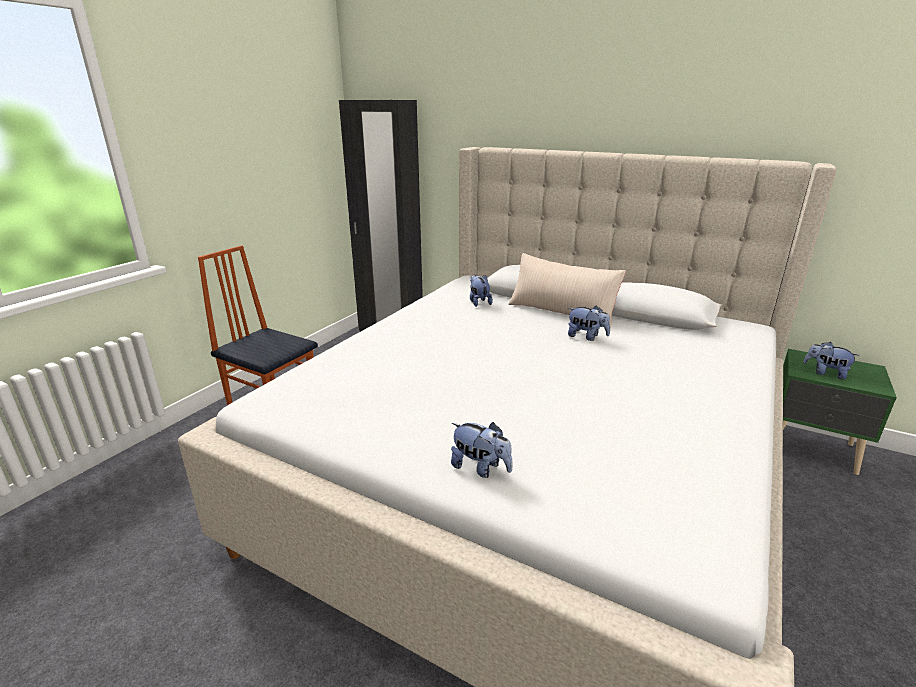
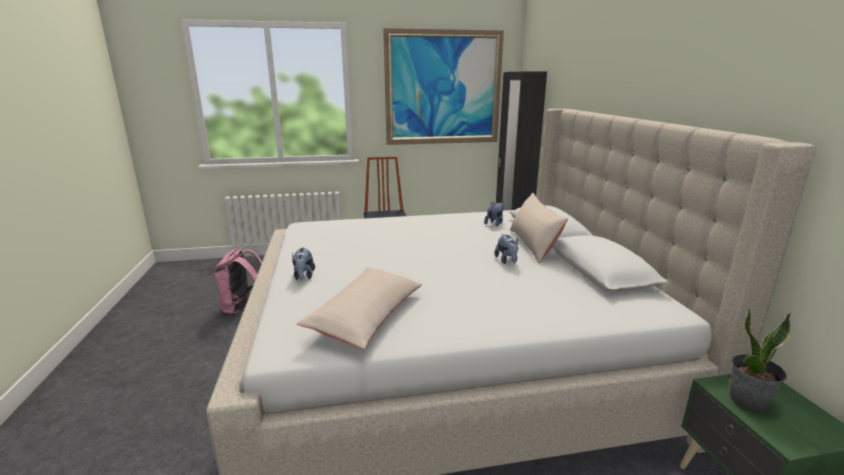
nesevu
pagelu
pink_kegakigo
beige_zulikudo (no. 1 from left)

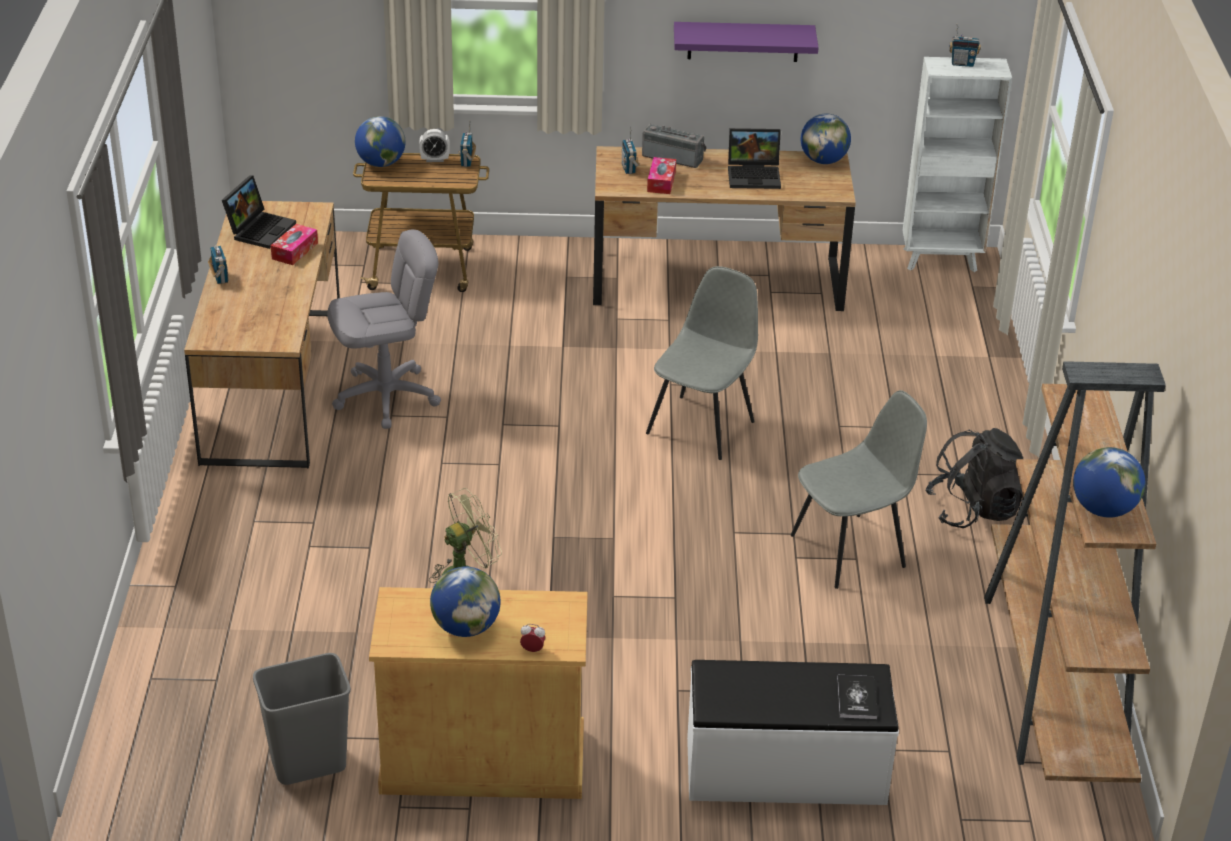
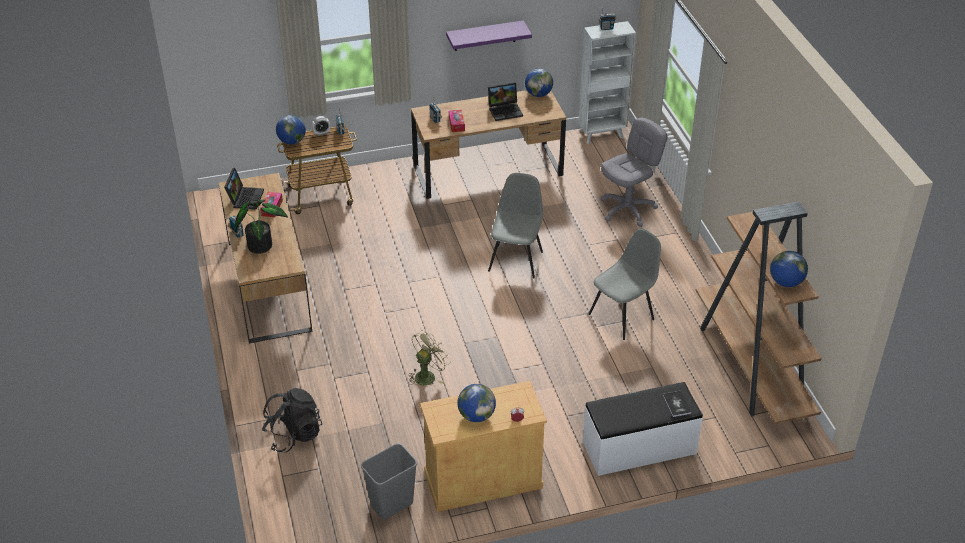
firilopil (no. 4 from left in the first image)
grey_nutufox
black_kegakigo
nesevu

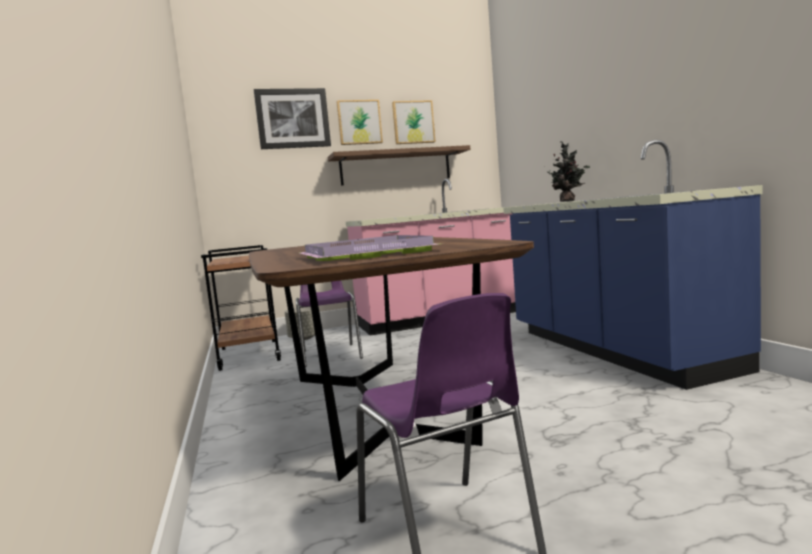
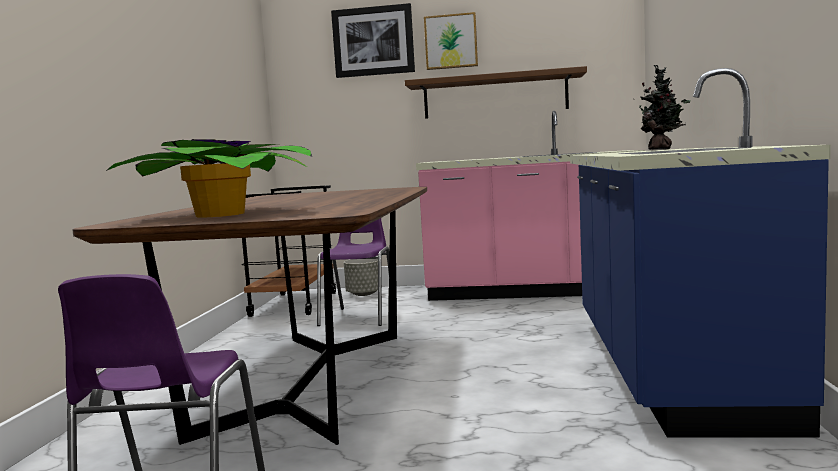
pagelu (no. 3 from left in the first image)
nesevu (no. 1 from left)

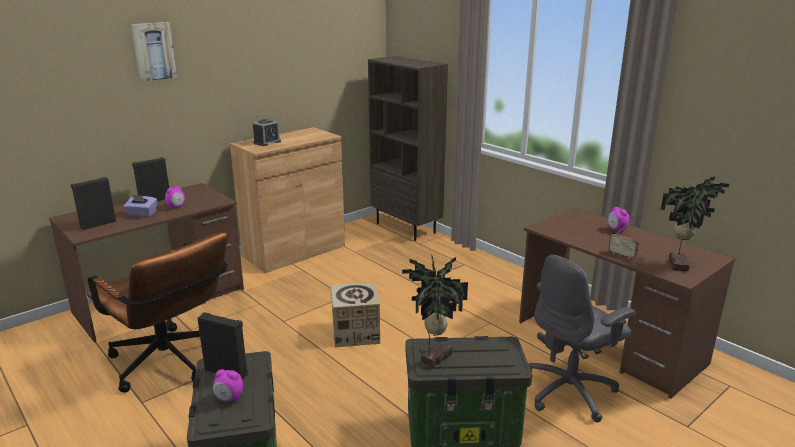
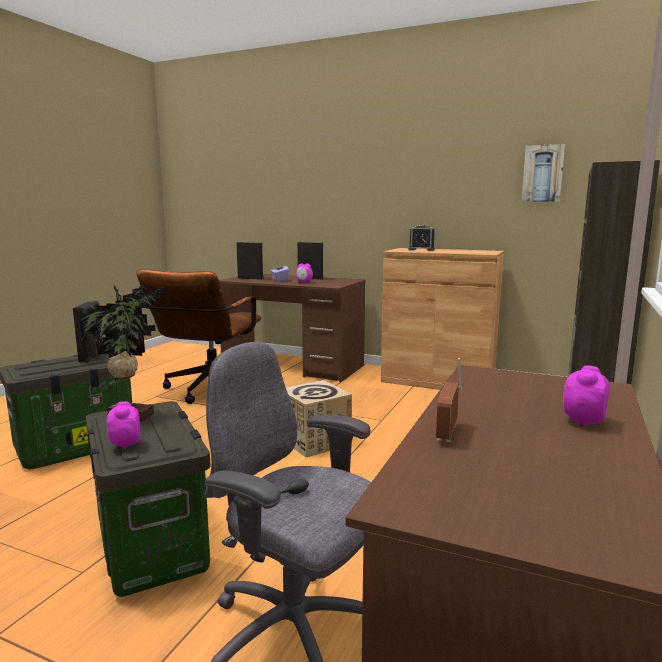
pagelu
nesevu (no. 2 from left in the first image)
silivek (no. 1 from left)

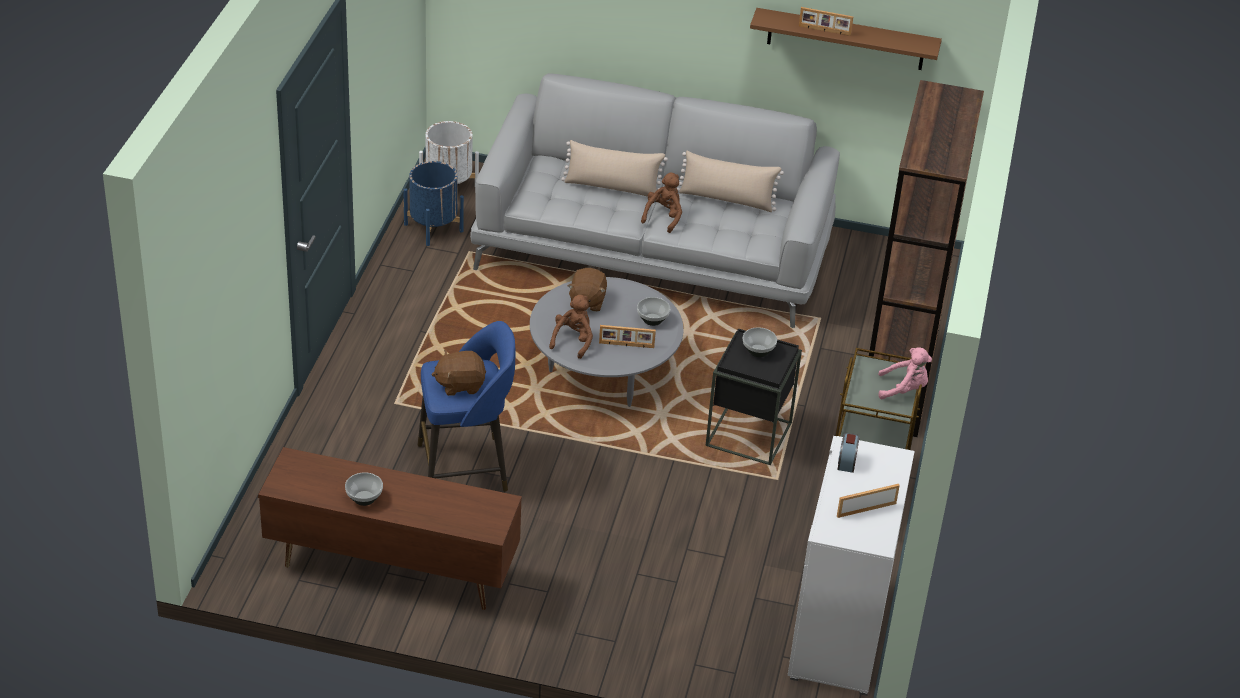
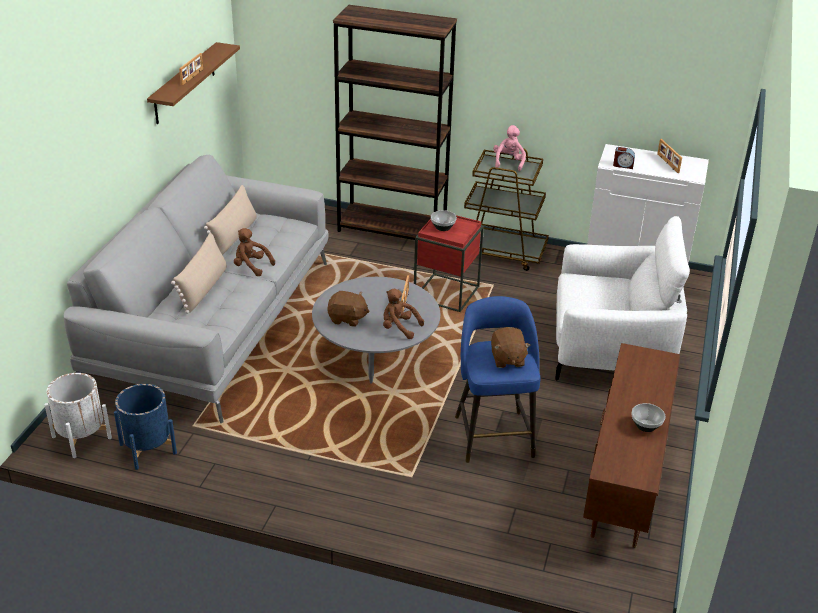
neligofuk (no. 2 from left in the first image)
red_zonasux
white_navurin

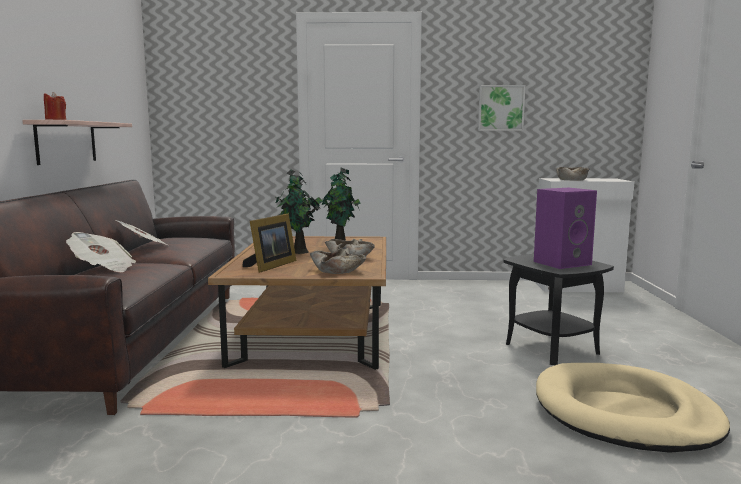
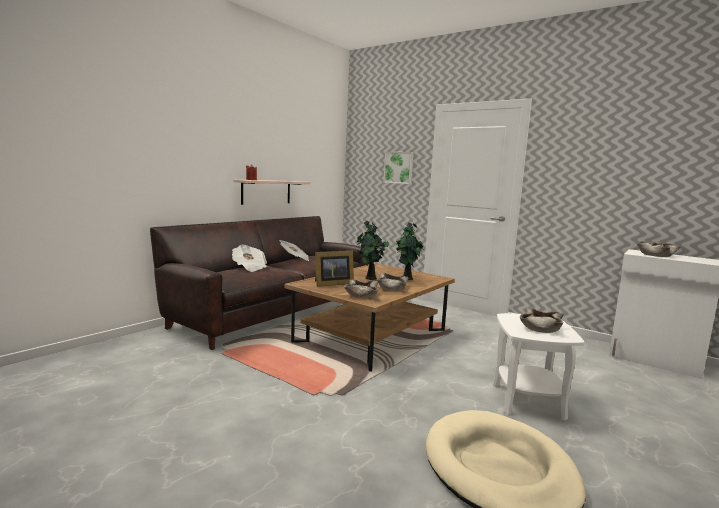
pagelu
beige_neligofuk (no. 3 from left)
white_zonasux

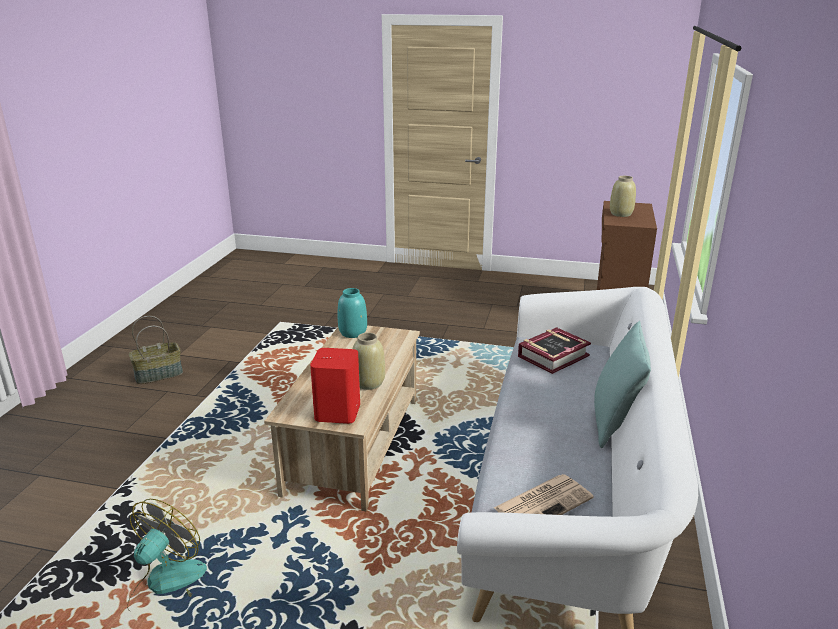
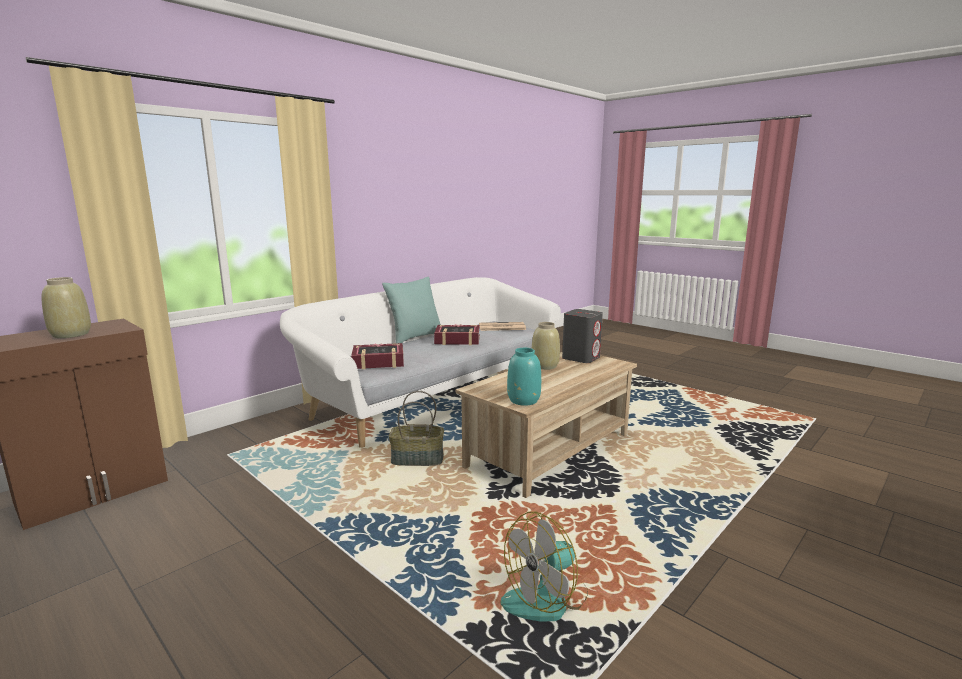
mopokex
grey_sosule
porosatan
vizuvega (no. 2 from left)

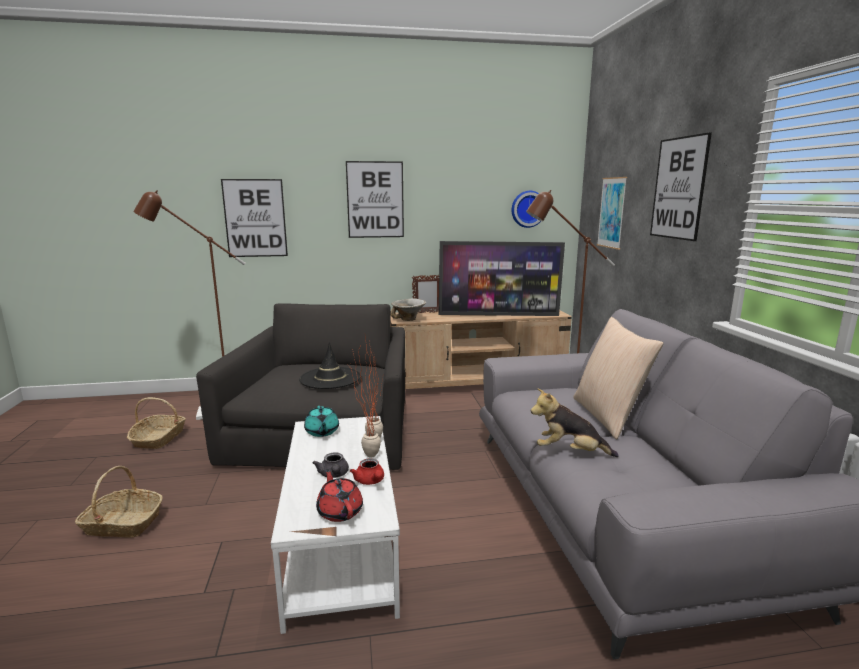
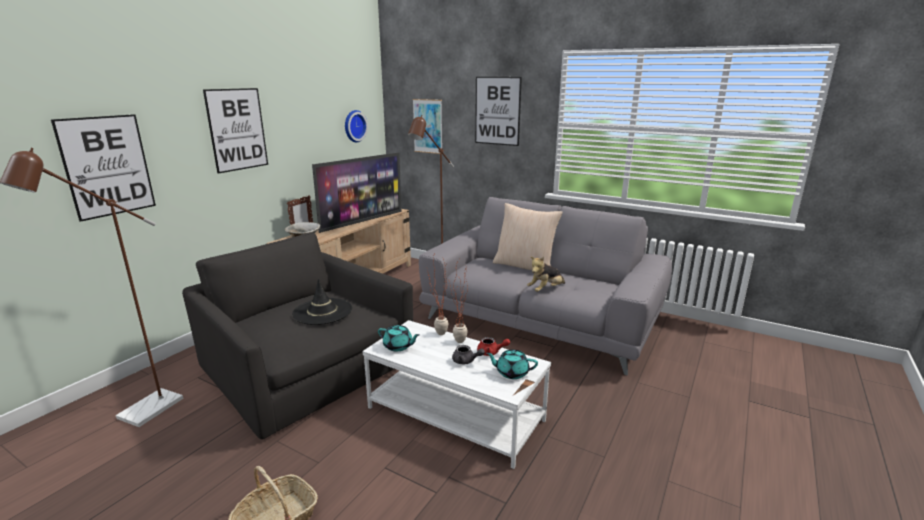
mopokex (no. 2 from left in the first image)
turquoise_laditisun (no. 2 from left)

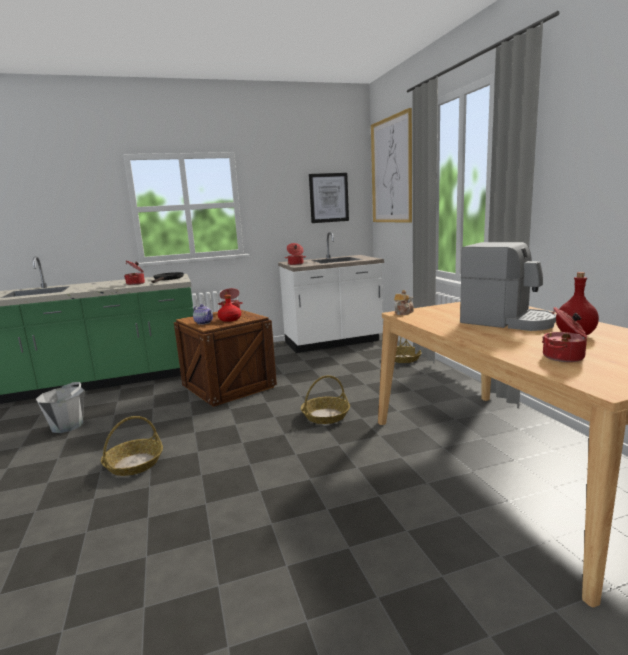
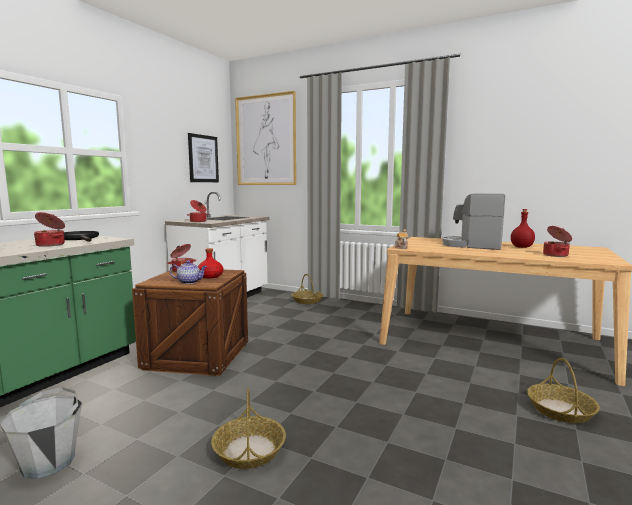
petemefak
mopokex (no. 3 from left)

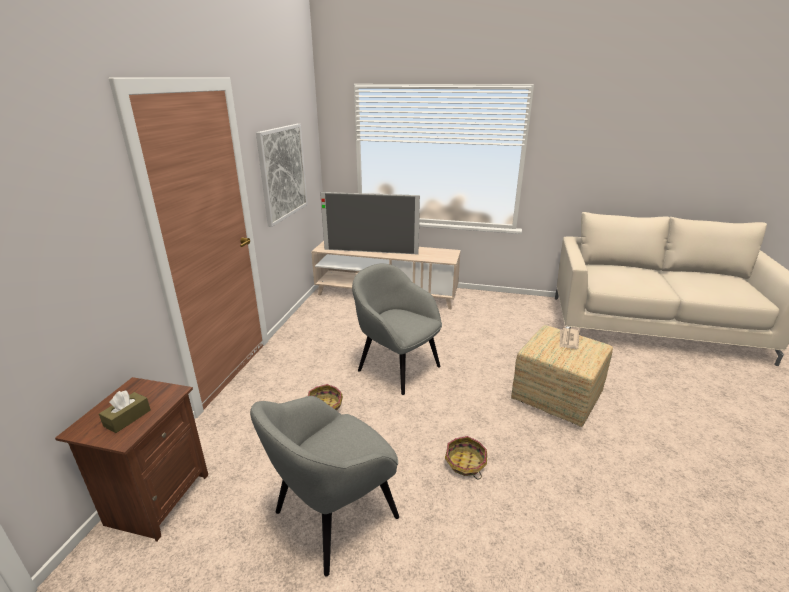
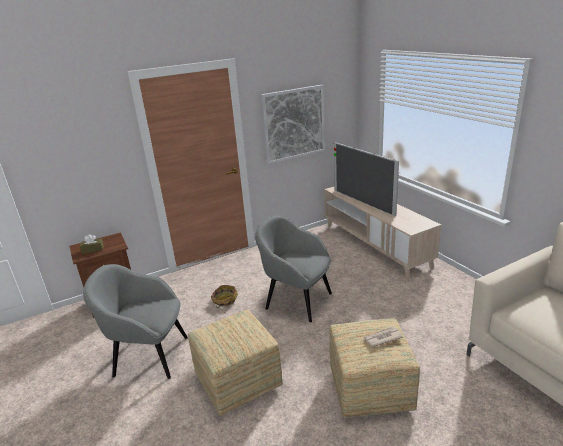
grey_navurin (no. 2 from left)
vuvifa (no. 1 from left)

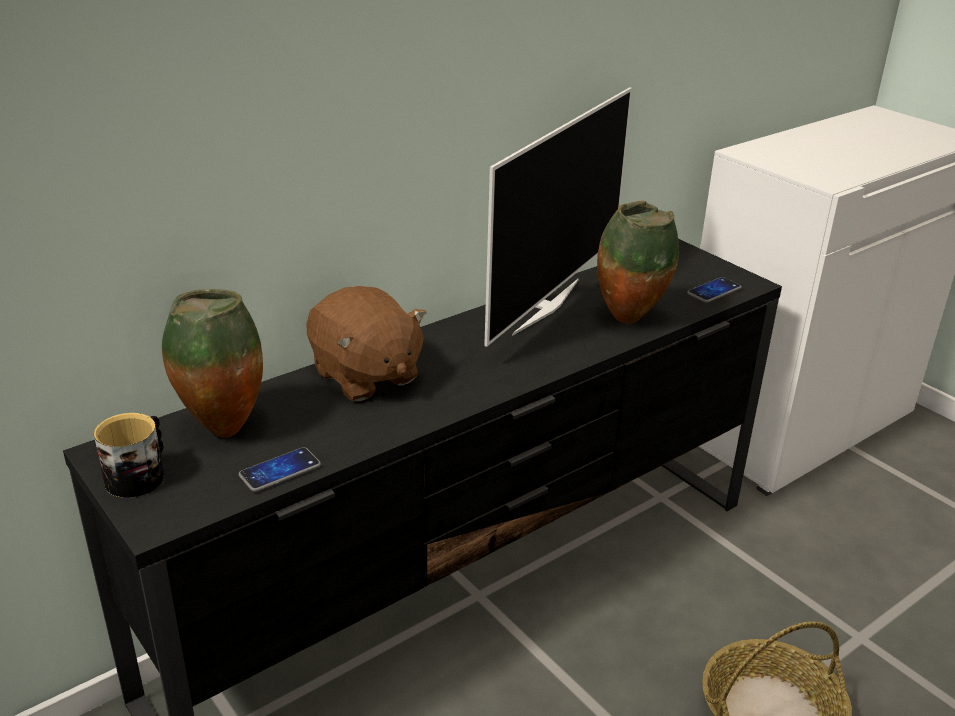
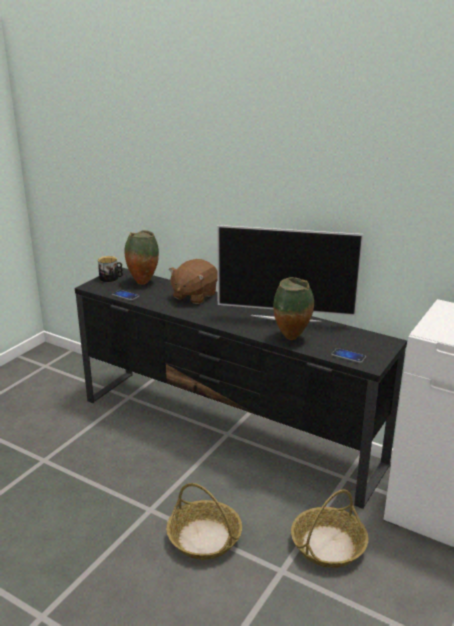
mopokex (no. 2 from left)

